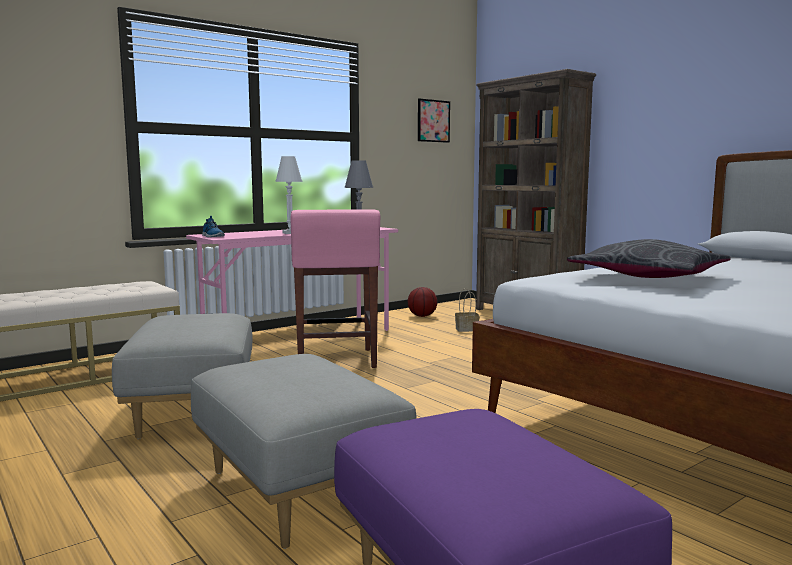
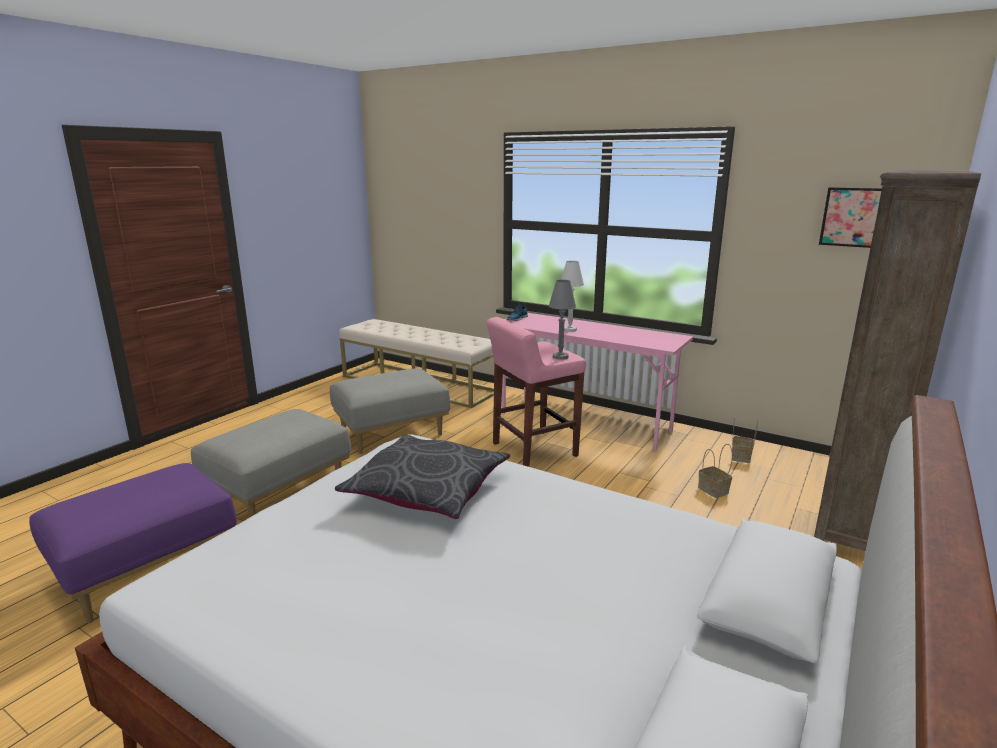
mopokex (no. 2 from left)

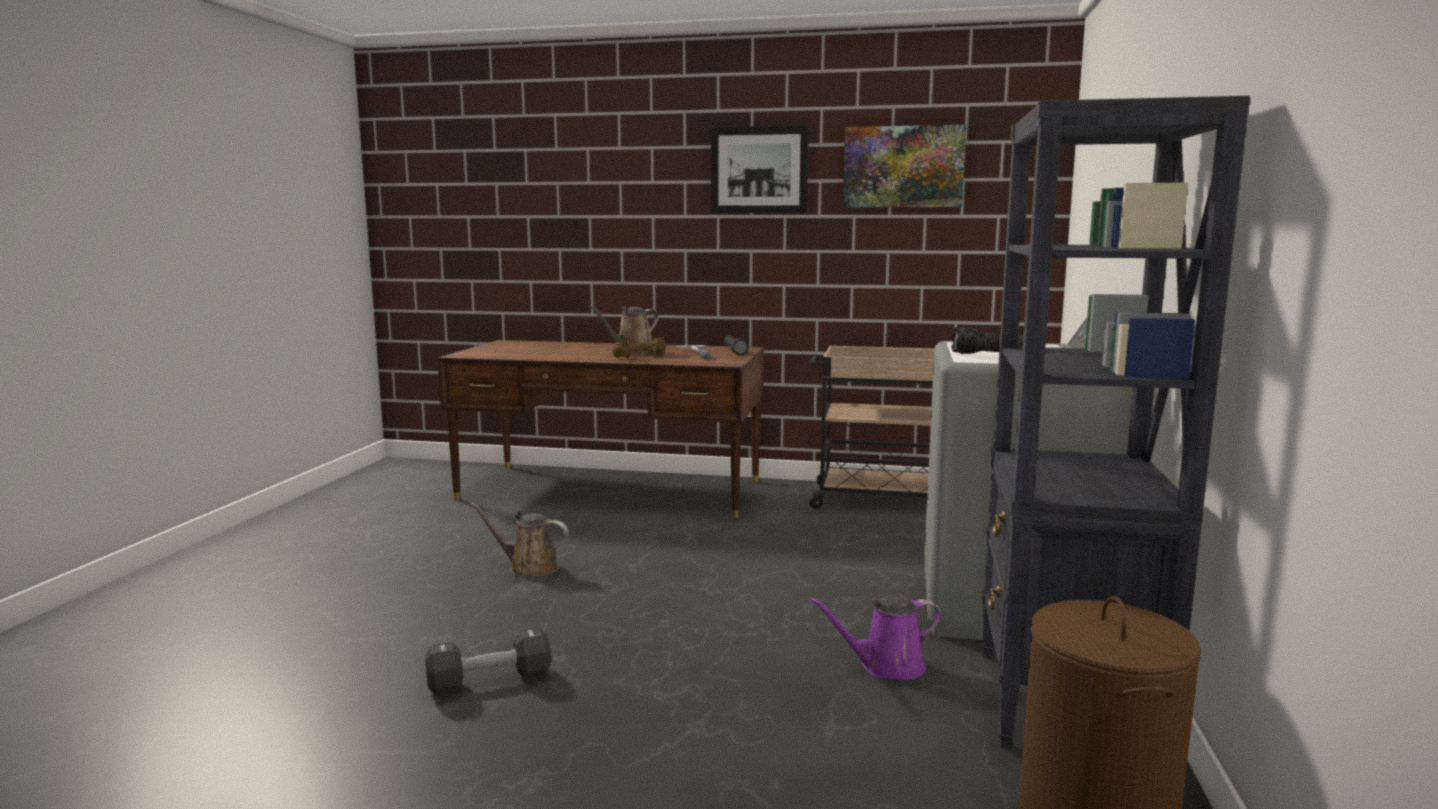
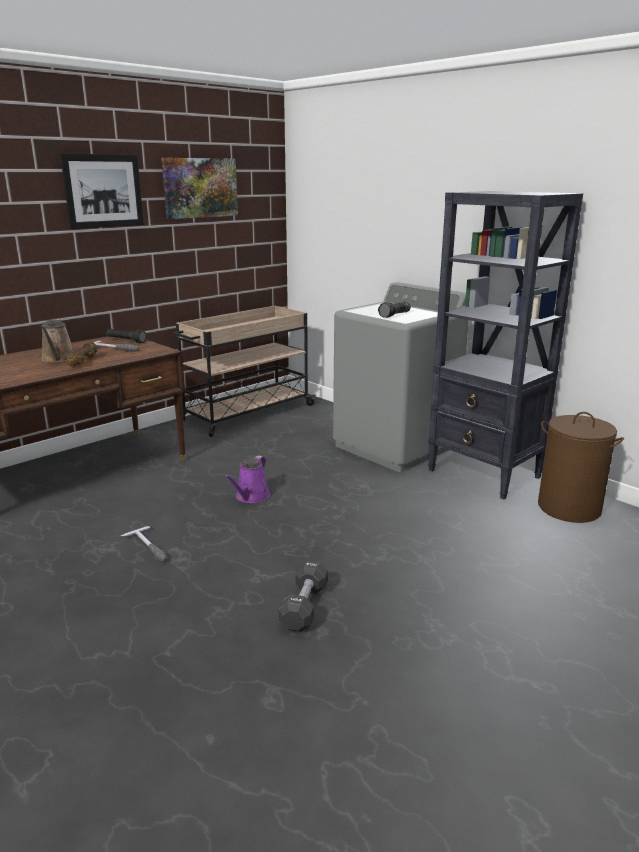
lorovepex (no. 2 from left)
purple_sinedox

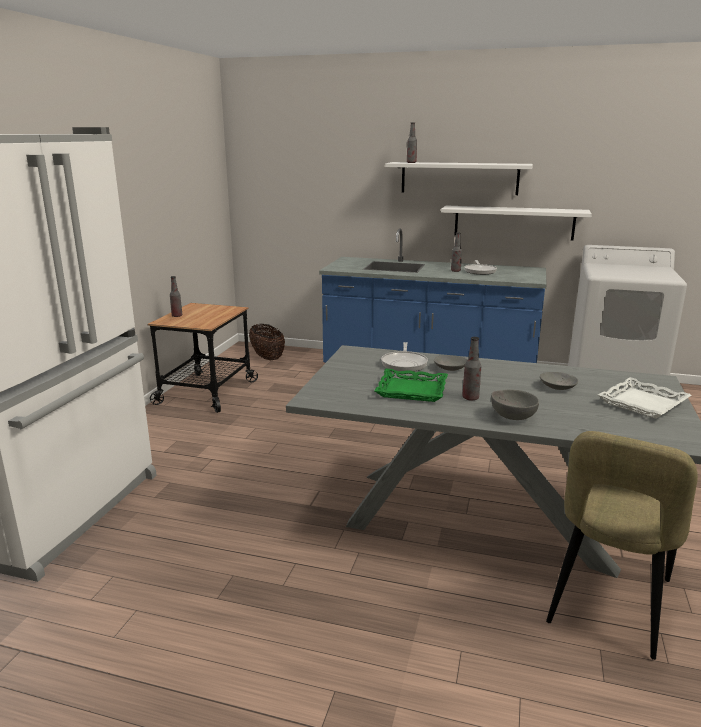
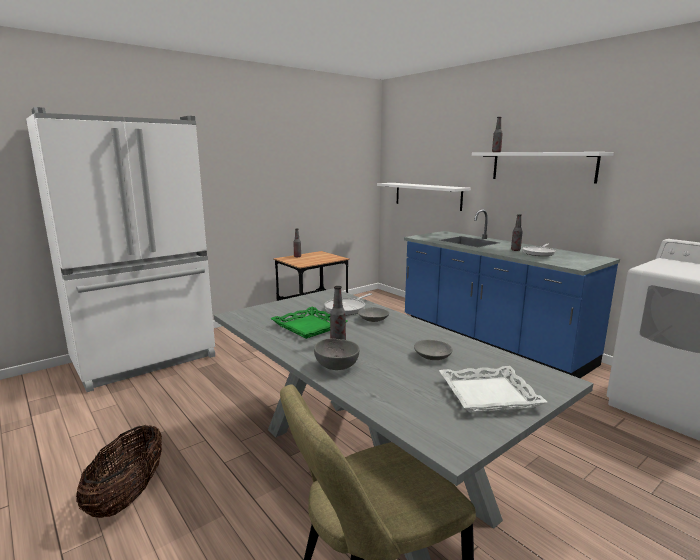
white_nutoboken (no. 1 from left)
mopokex

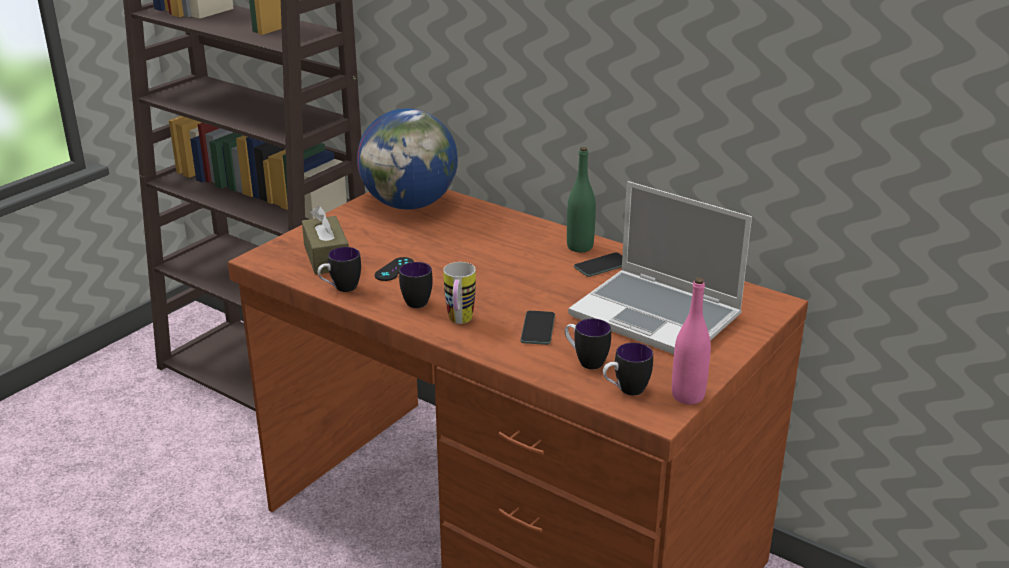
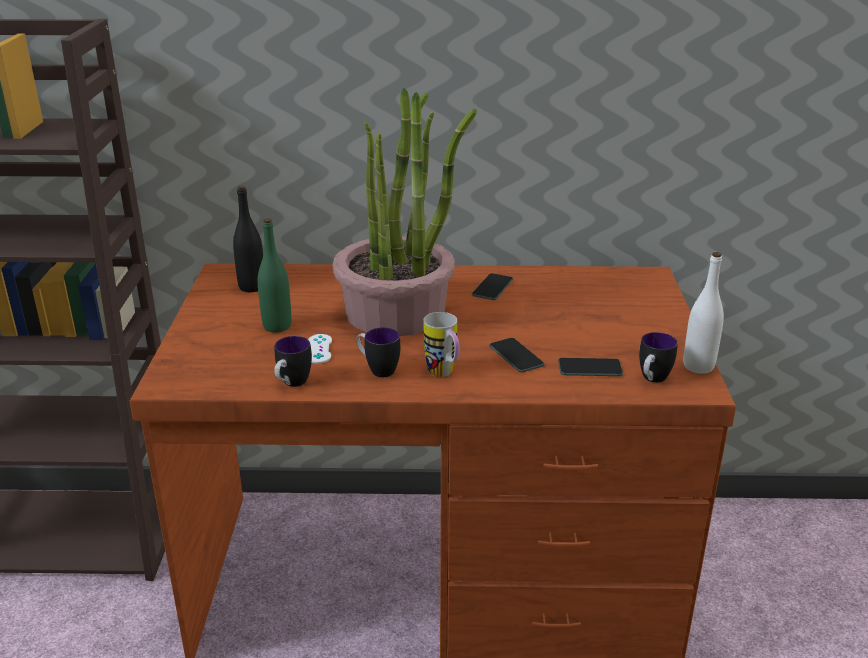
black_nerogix
green_nerogix
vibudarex
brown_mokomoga
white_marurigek
white_nerogix
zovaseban (no. 3 from left)
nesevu

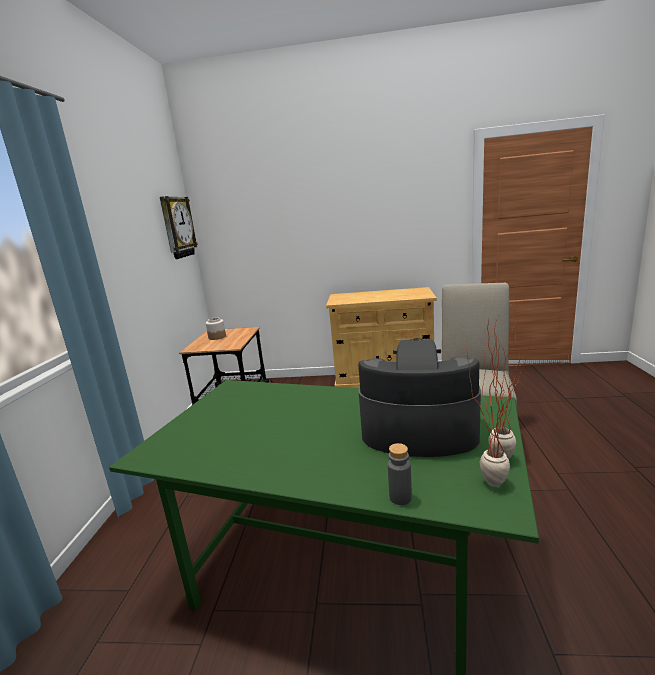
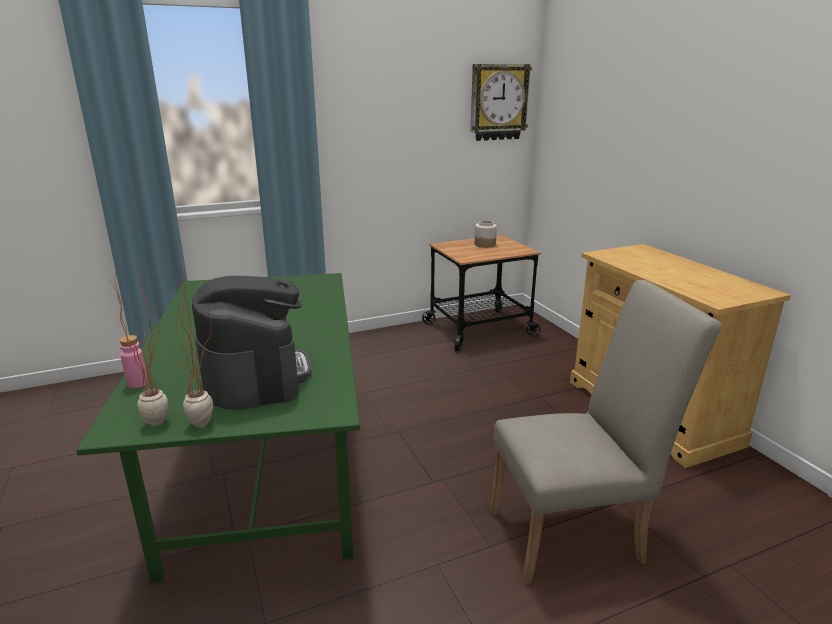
pink_nerogix

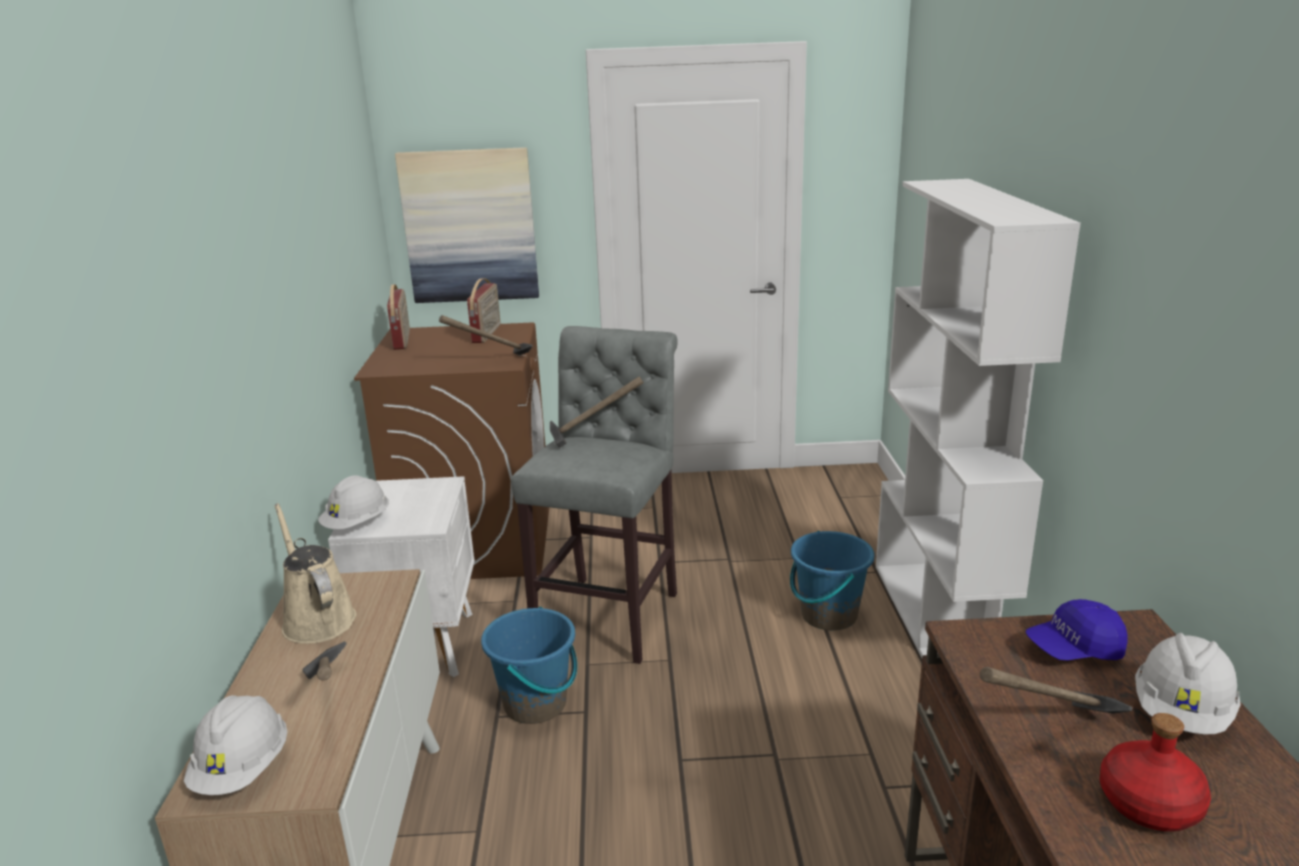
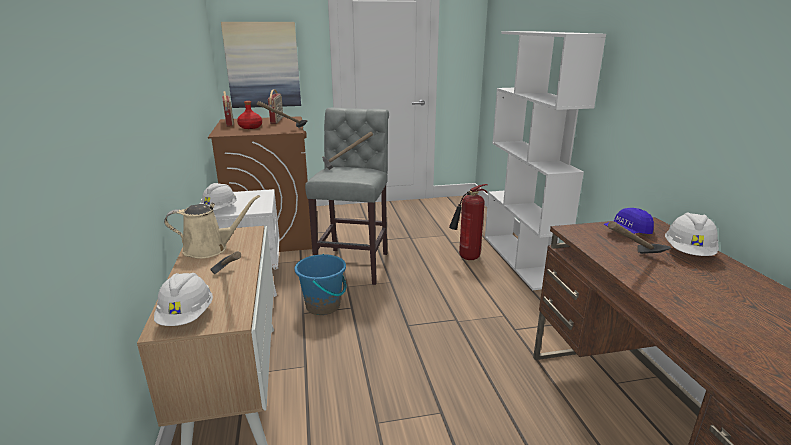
beige_sinedox
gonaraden
red_nerogix

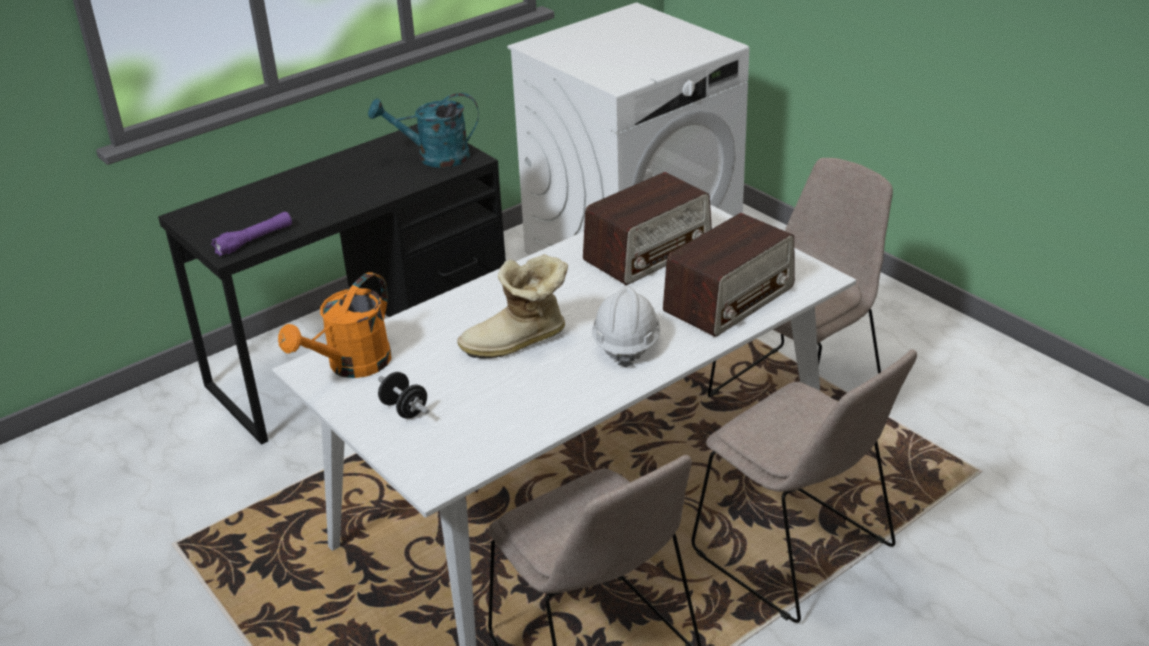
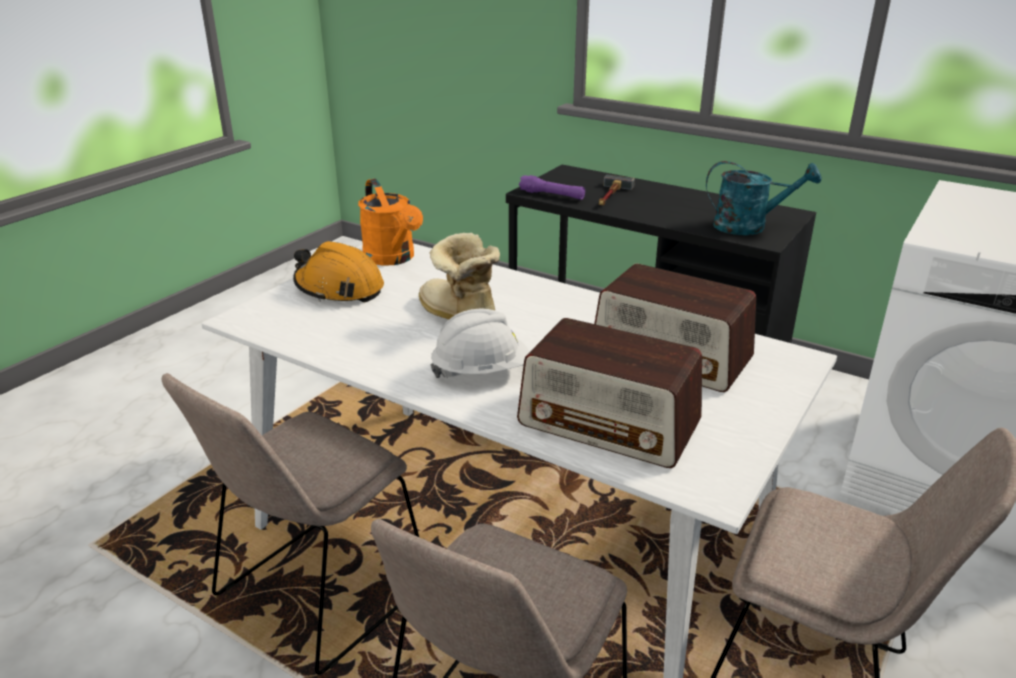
turquoise_sinedox
orange_sinedox
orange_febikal
lorovepex

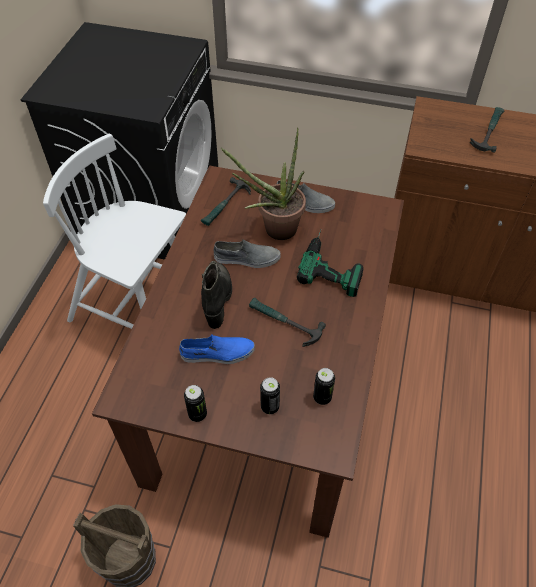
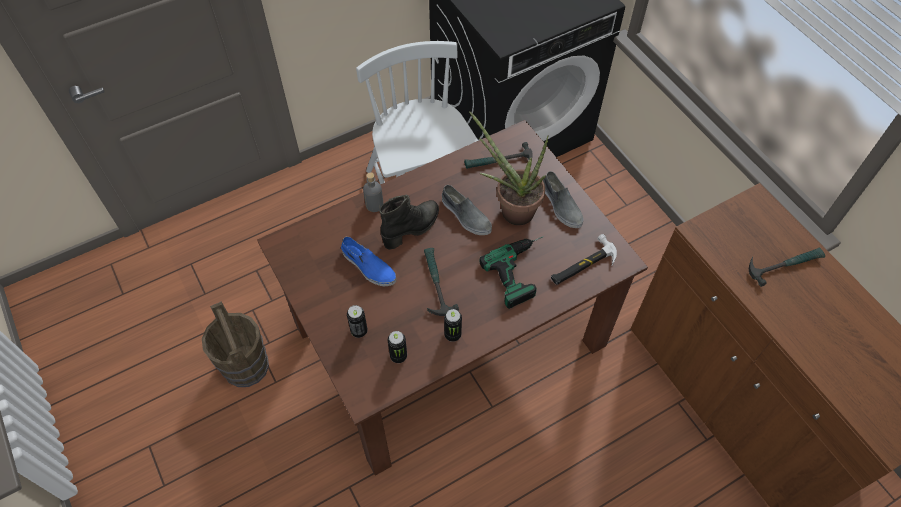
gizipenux (no. 3 from left)
grey_nerogix
lorovepex (no. 3 from left)

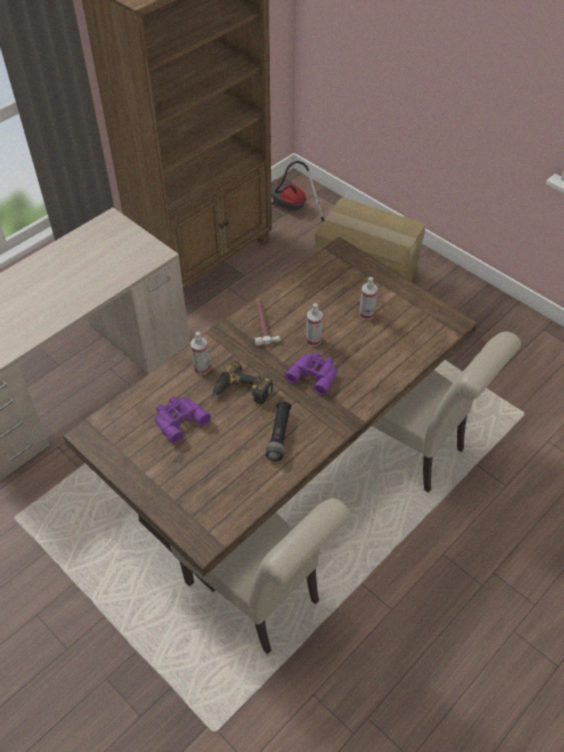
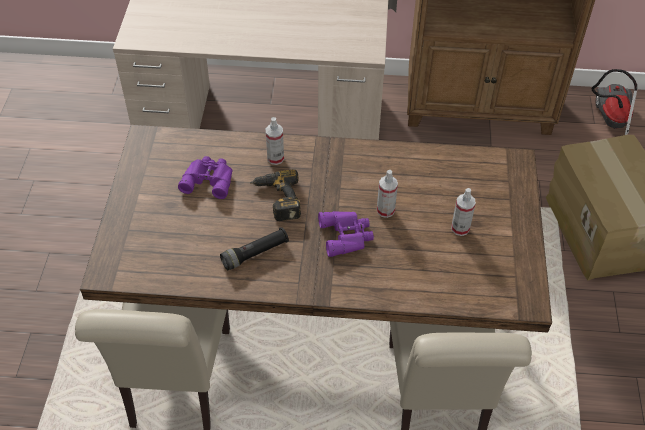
lorovepex

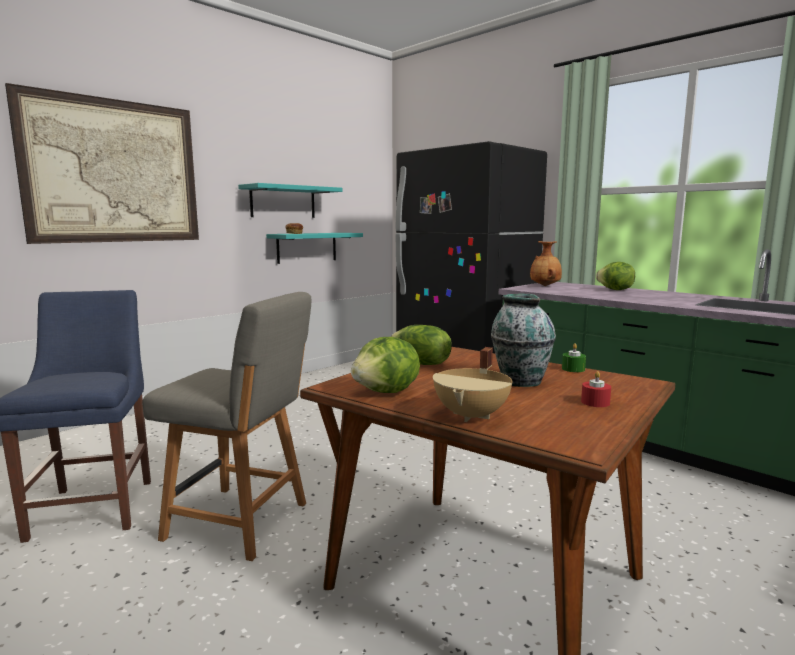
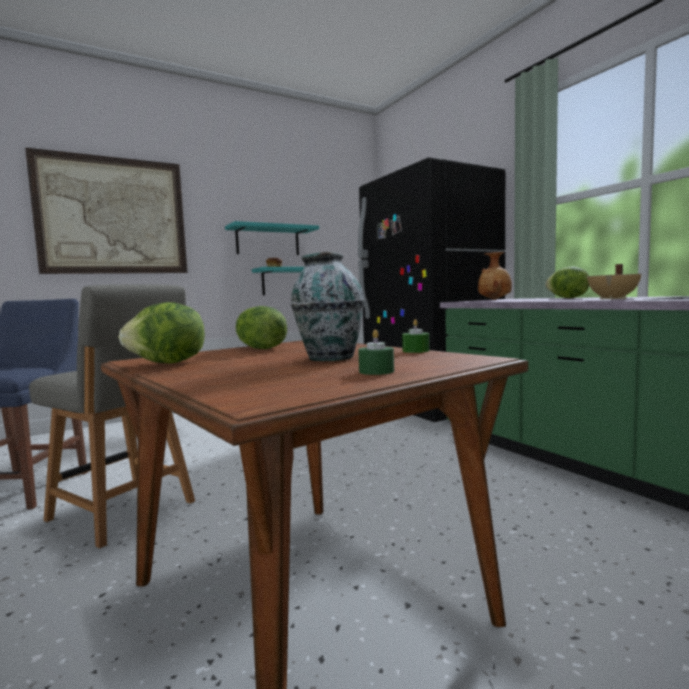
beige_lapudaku
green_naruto (no. 1 from left)

